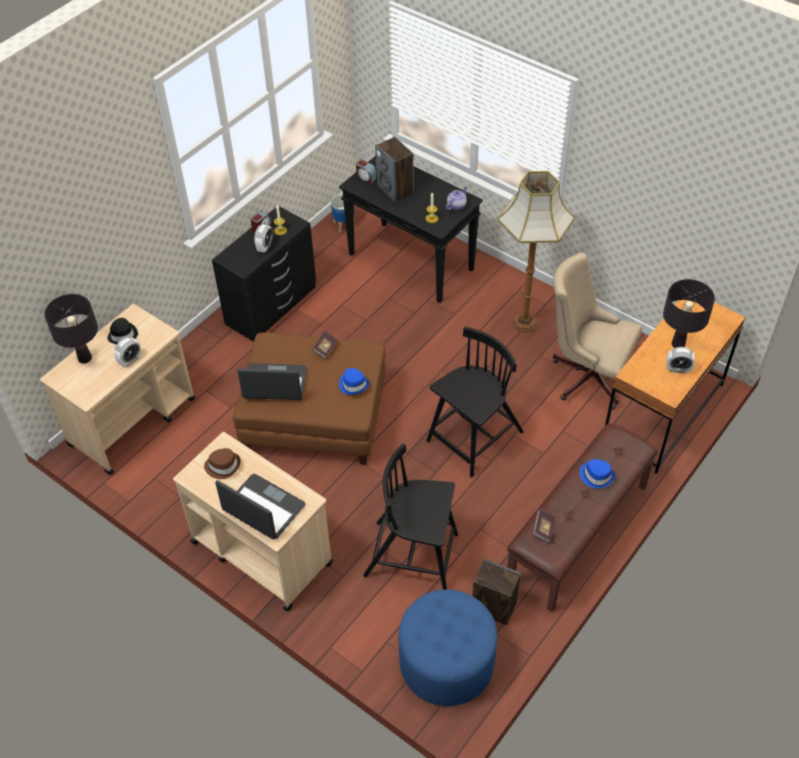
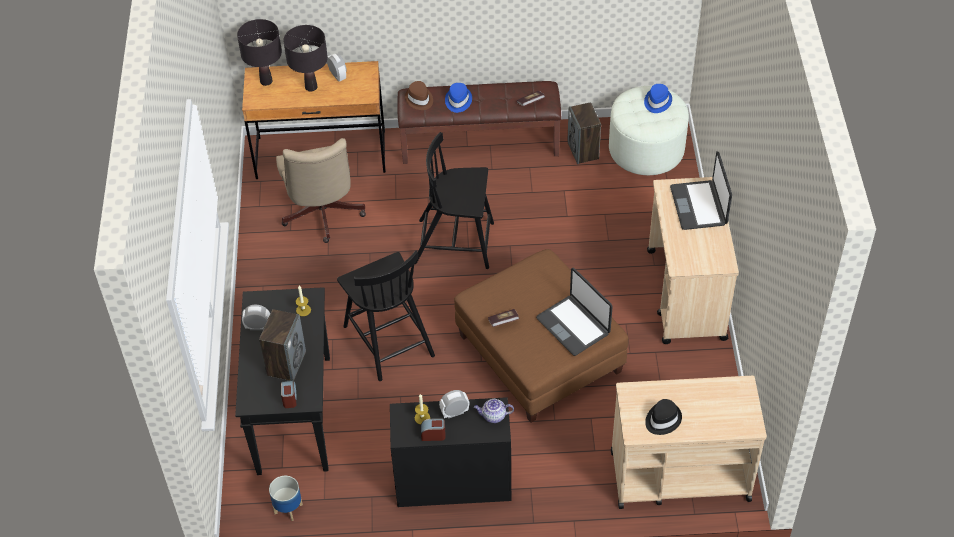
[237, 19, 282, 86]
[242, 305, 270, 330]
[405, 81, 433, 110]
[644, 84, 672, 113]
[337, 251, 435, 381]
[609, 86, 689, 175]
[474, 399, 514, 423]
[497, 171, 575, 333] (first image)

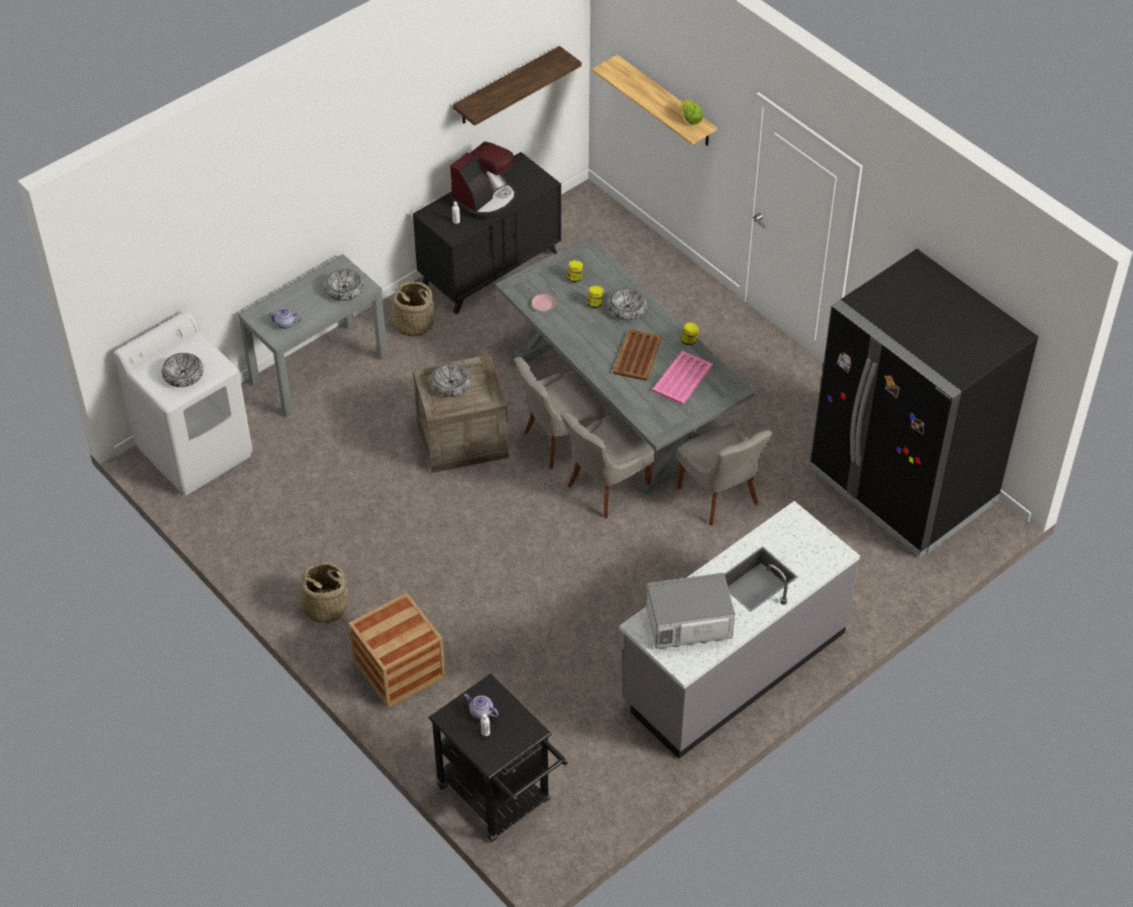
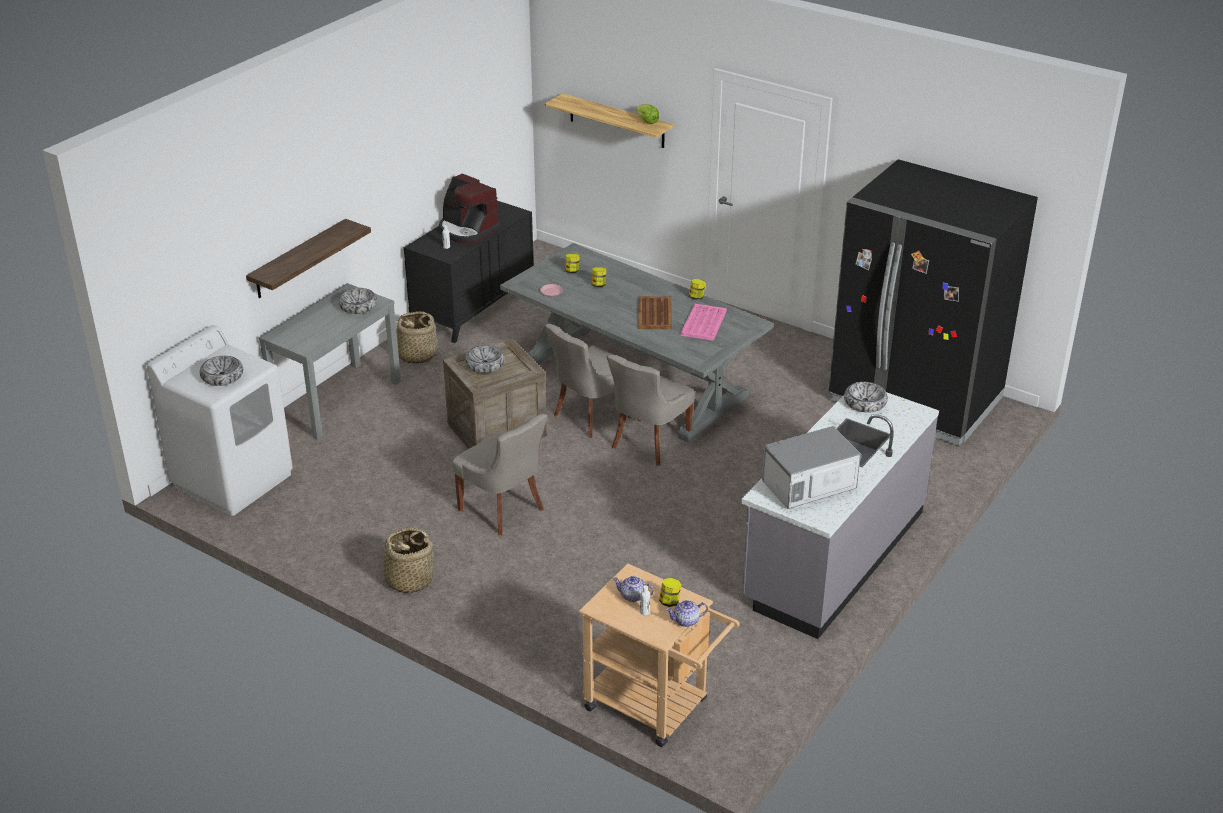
[666, 600, 708, 627]
[348, 593, 446, 708] (first image)
[579, 563, 740, 747]
[439, 173, 500, 243]
[246, 219, 371, 299]
[844, 382, 888, 413]
[452, 413, 548, 535]
[659, 578, 682, 607]

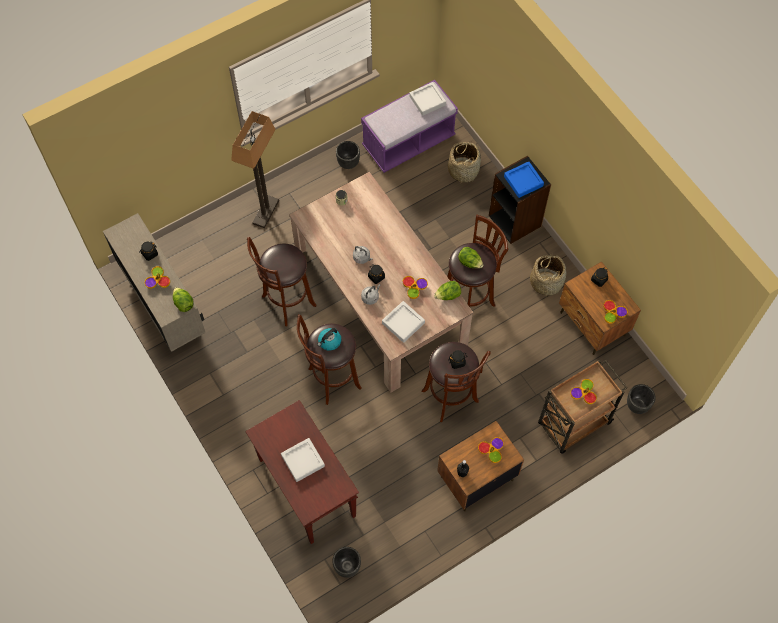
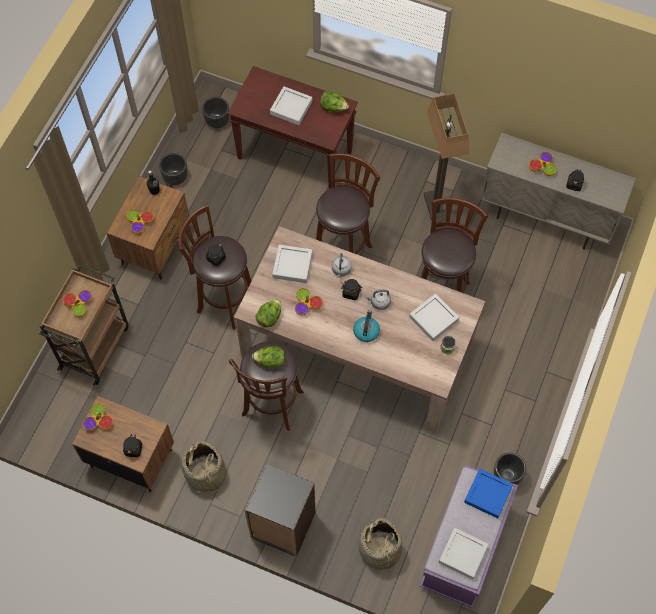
[320, 91, 349, 112]
[424, 93, 470, 227]
[353, 310, 380, 342]
[464, 469, 513, 518]
[159, 153, 188, 185]
[409, 293, 459, 341]

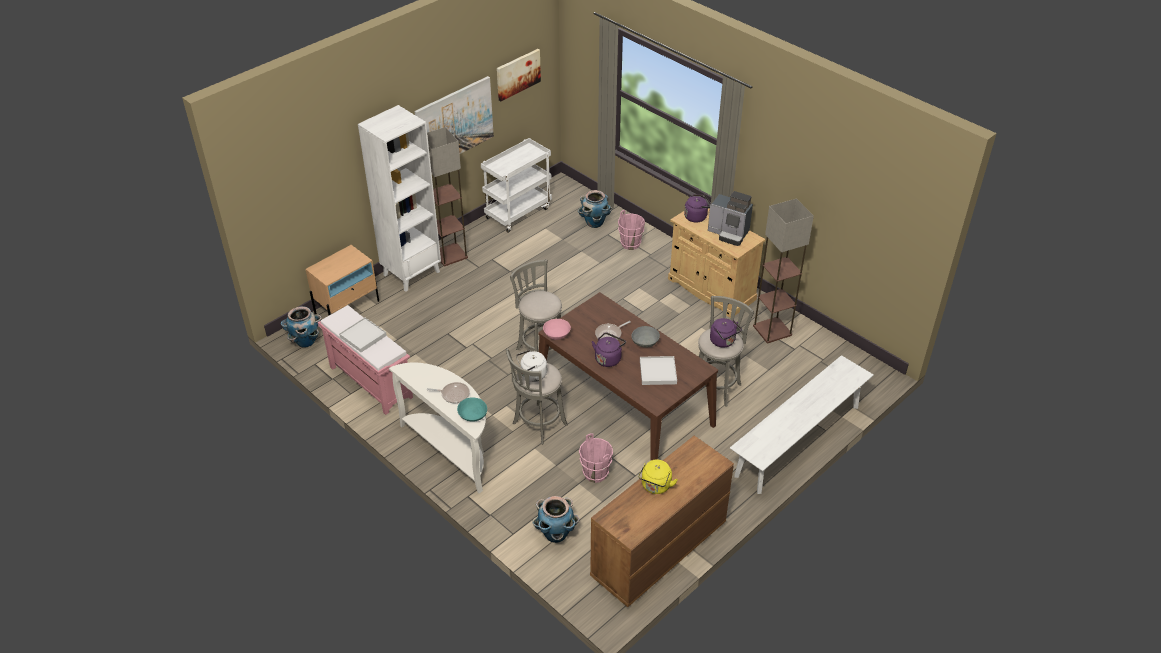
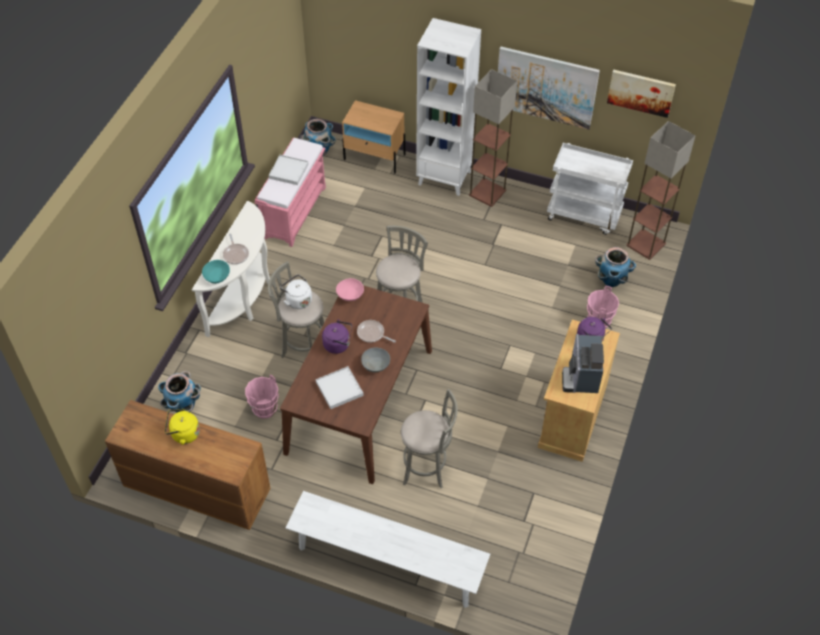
[710, 318, 742, 348] (first image)
[626, 121, 696, 260]

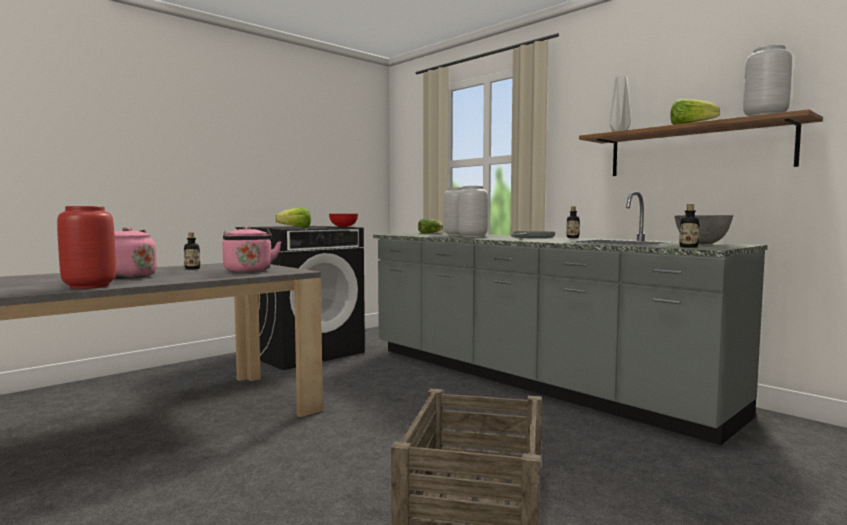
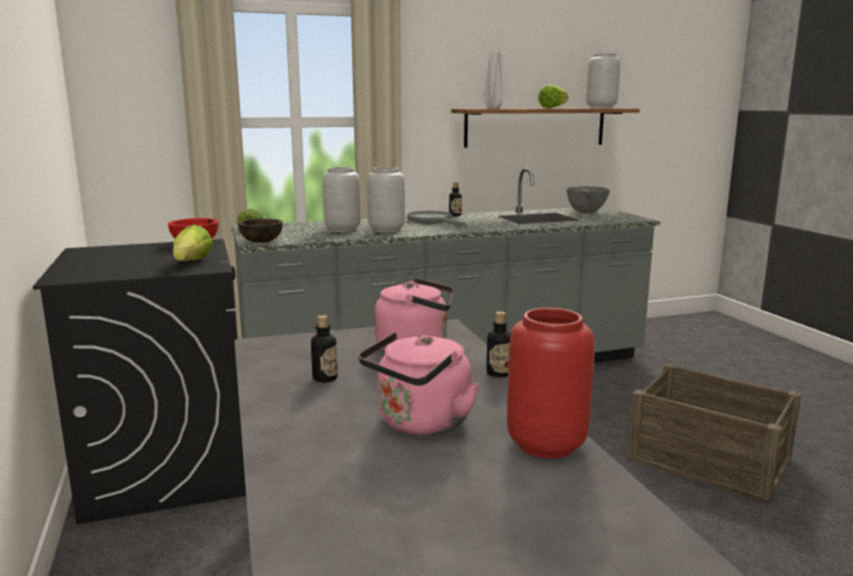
[487, 311, 511, 378]
[238, 219, 283, 243]

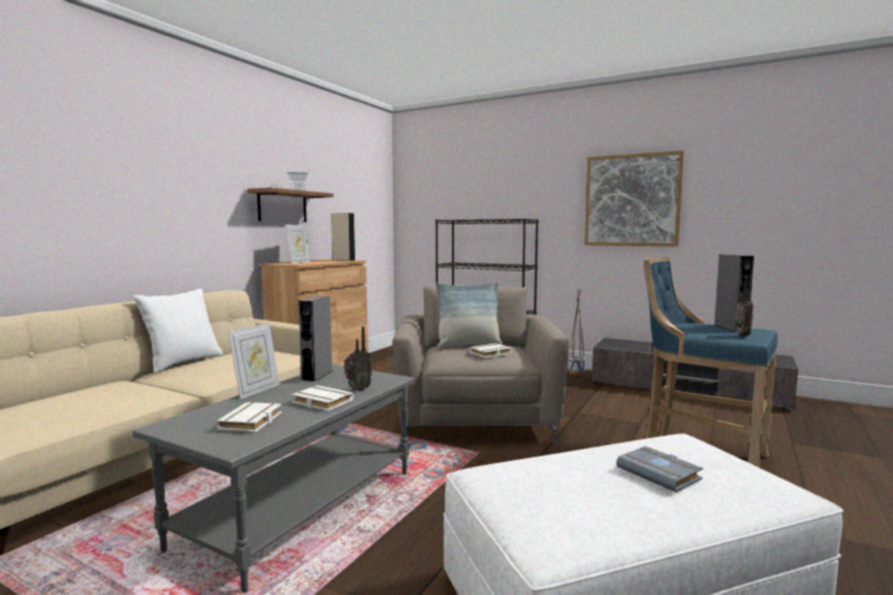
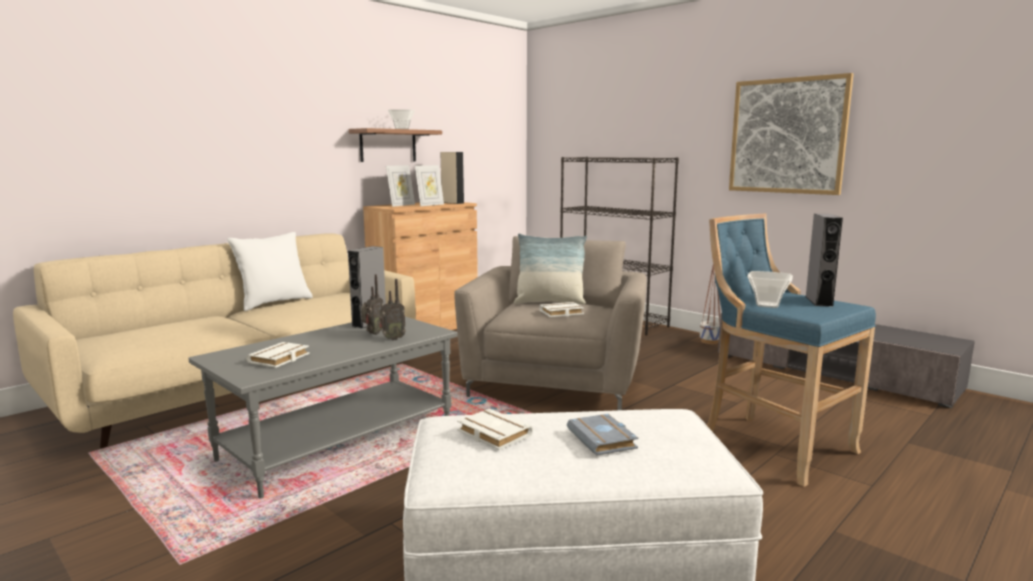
[415, 165, 444, 206]
[457, 408, 533, 450]
[361, 274, 384, 335]
[748, 271, 793, 308]

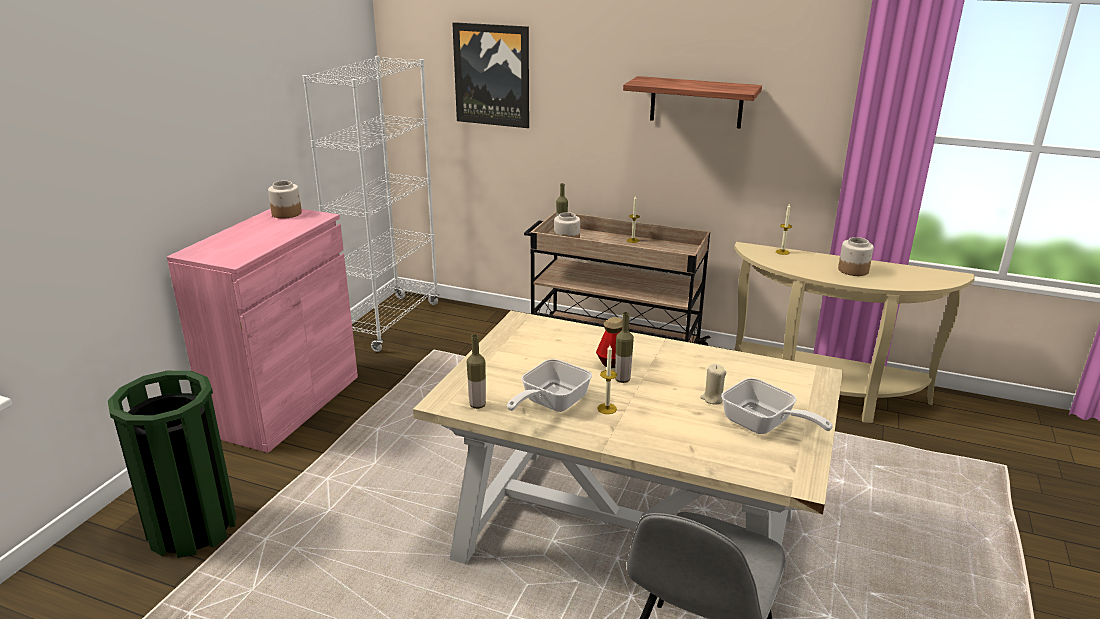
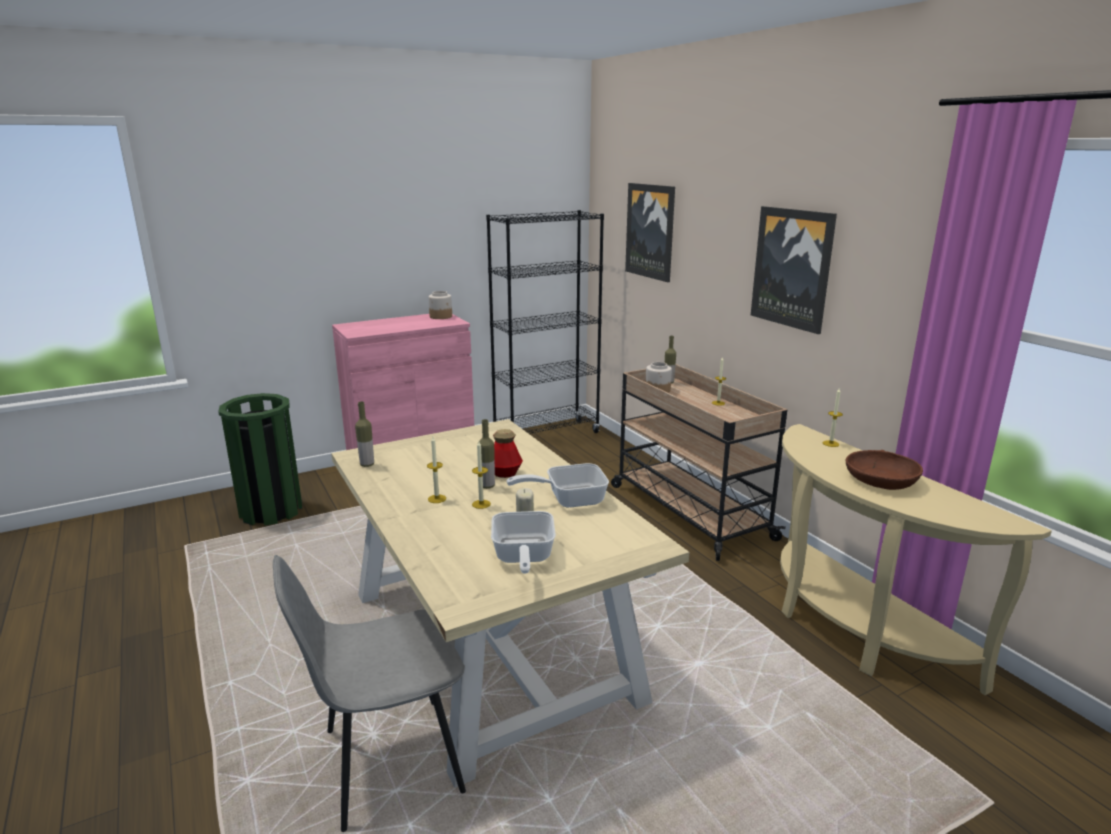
[486, 210, 604, 434]
[507, 463, 609, 508]
[751, 206, 837, 334]
[846, 450, 923, 490]
[472, 441, 491, 509]

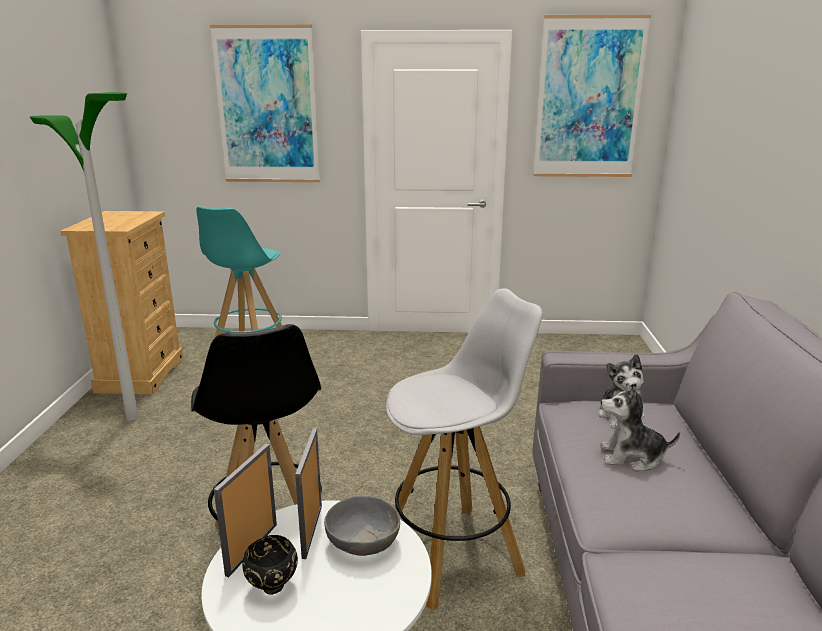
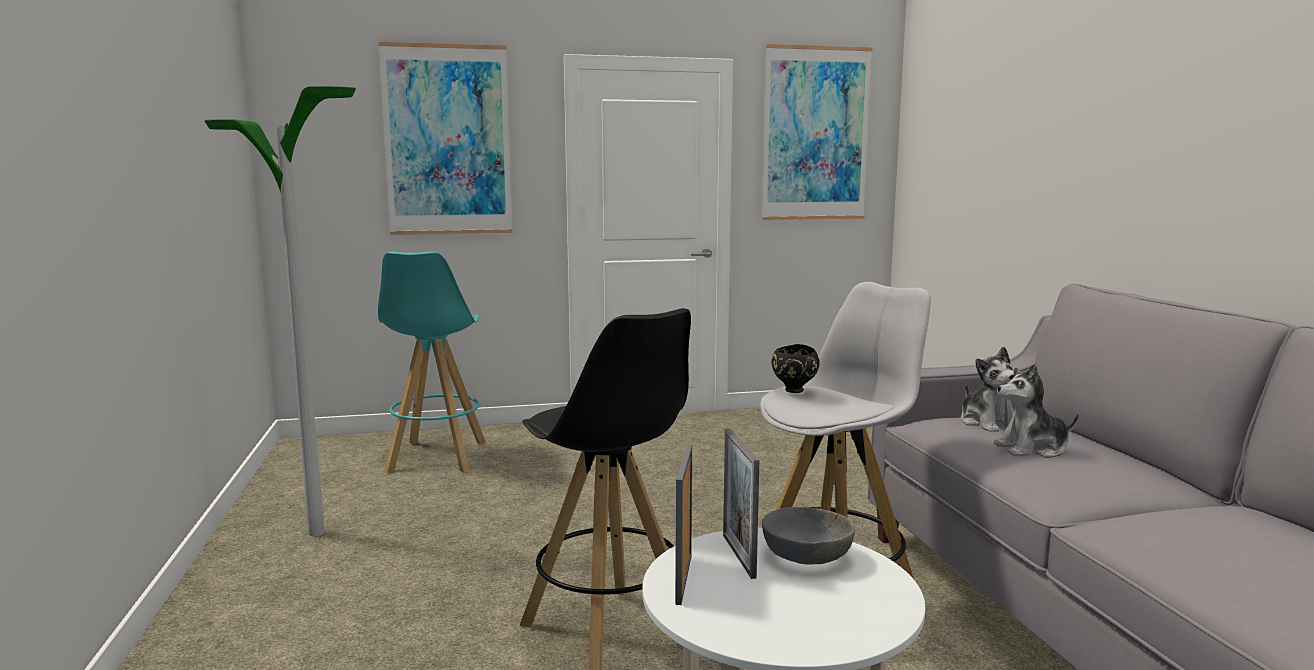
[60, 211, 184, 394] (first image)
[772, 344, 820, 393]

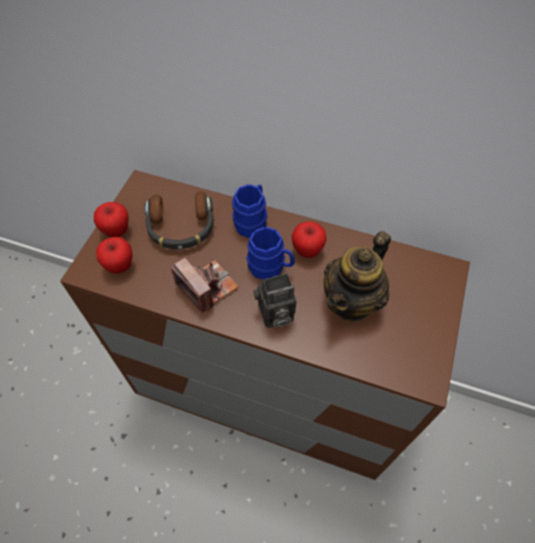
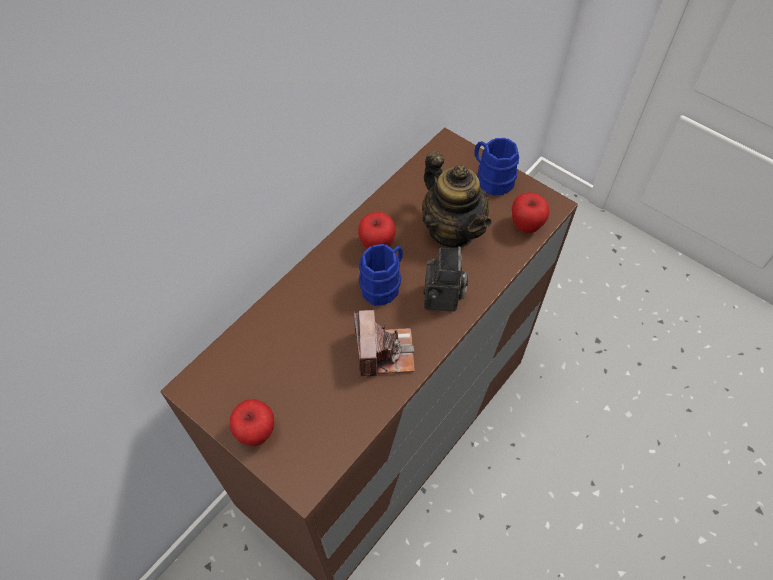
[512, 193, 550, 233]
[144, 191, 214, 249] (first image)
[354, 310, 415, 379]
[474, 138, 519, 195]

